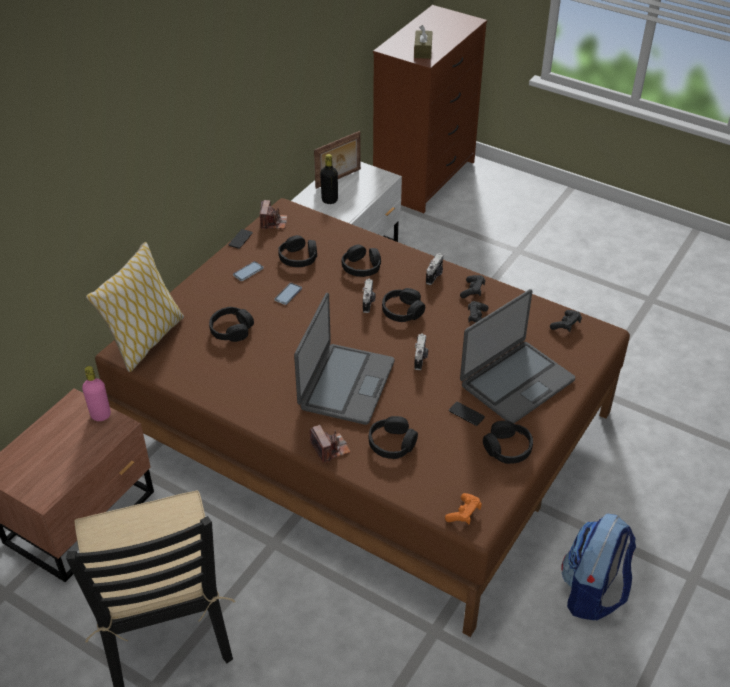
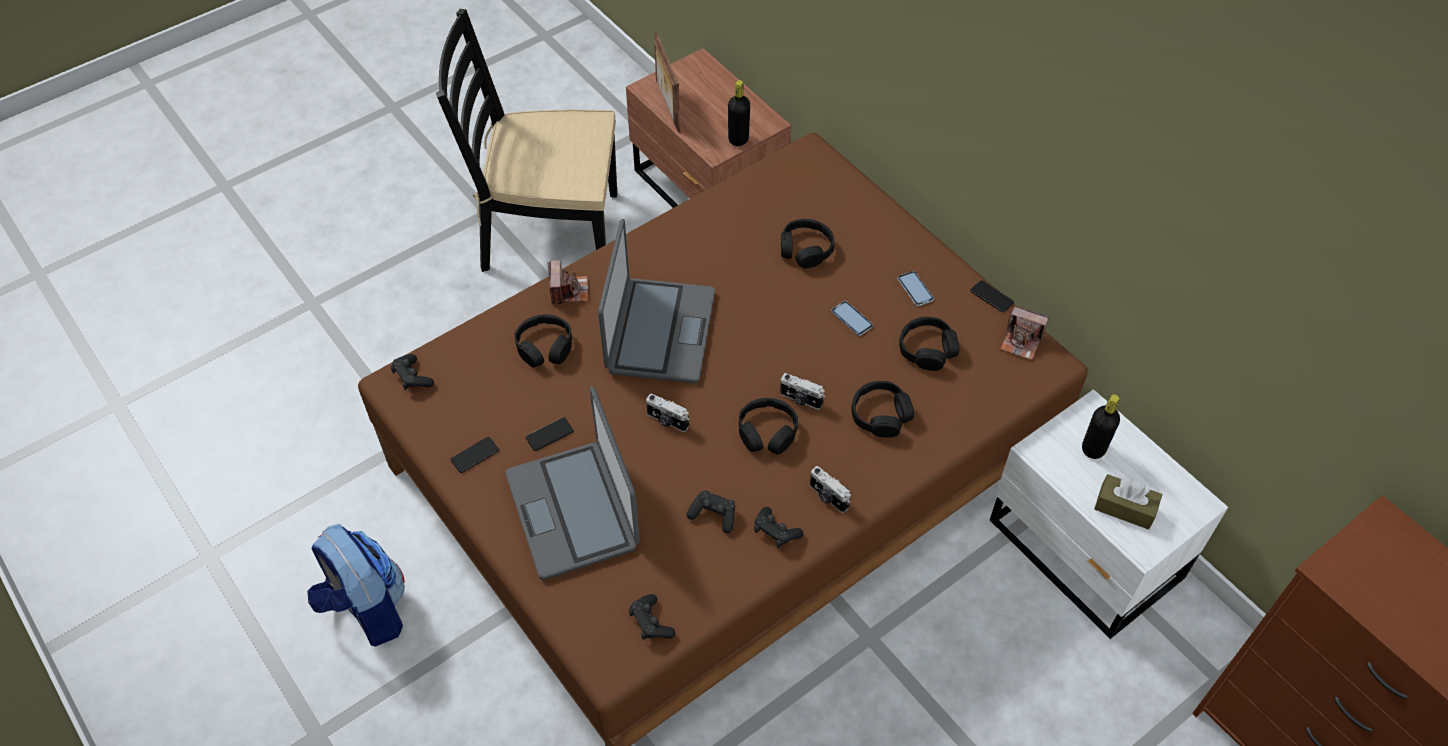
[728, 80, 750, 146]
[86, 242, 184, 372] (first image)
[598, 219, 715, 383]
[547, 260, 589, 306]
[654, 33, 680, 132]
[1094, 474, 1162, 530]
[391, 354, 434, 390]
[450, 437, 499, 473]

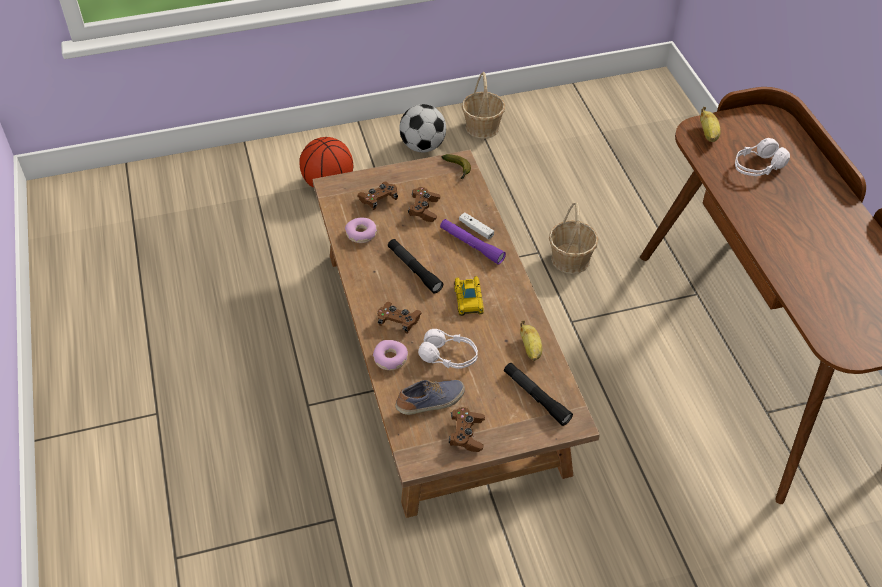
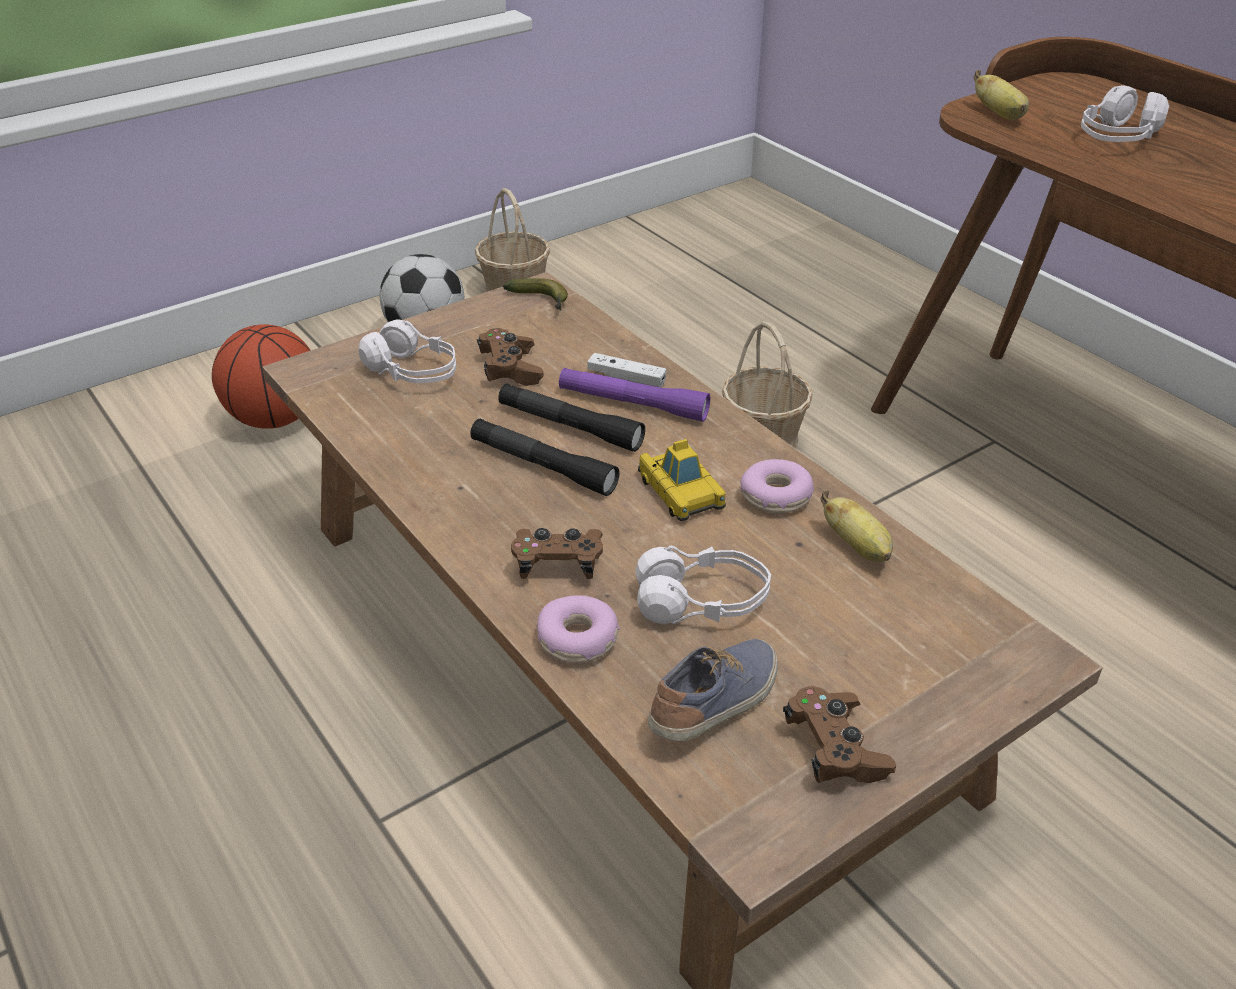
[740, 459, 814, 513]
[359, 320, 456, 383]
[498, 383, 645, 452]

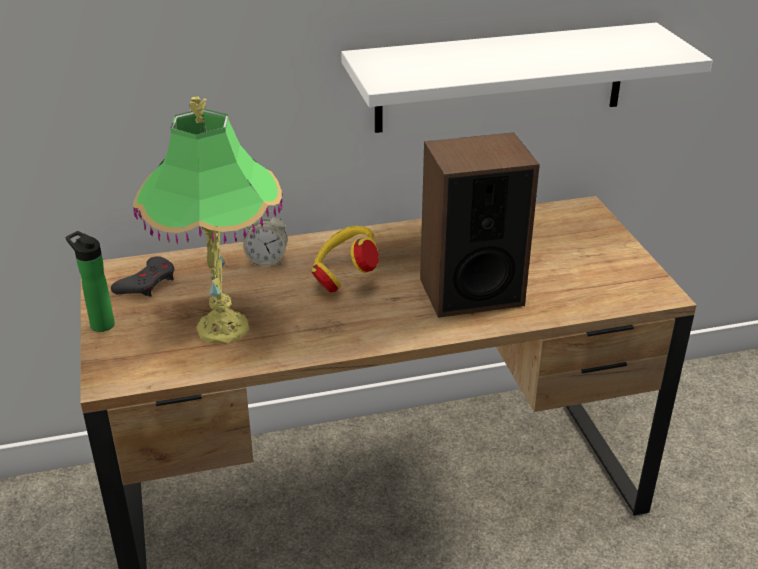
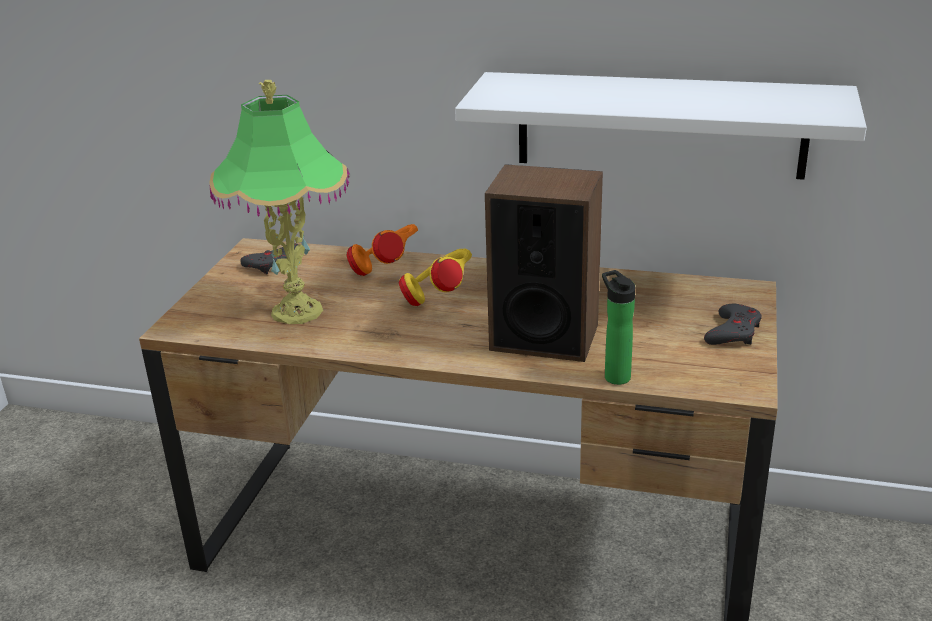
[602, 270, 635, 385]
[347, 224, 418, 276]
[704, 304, 762, 345]

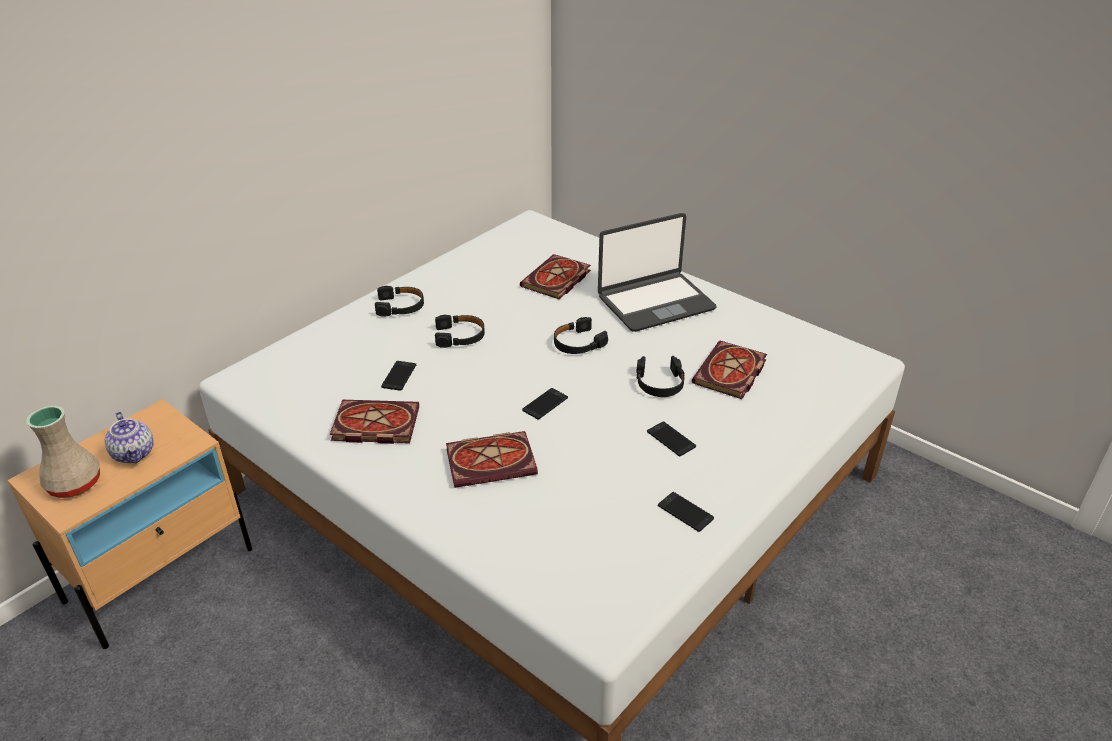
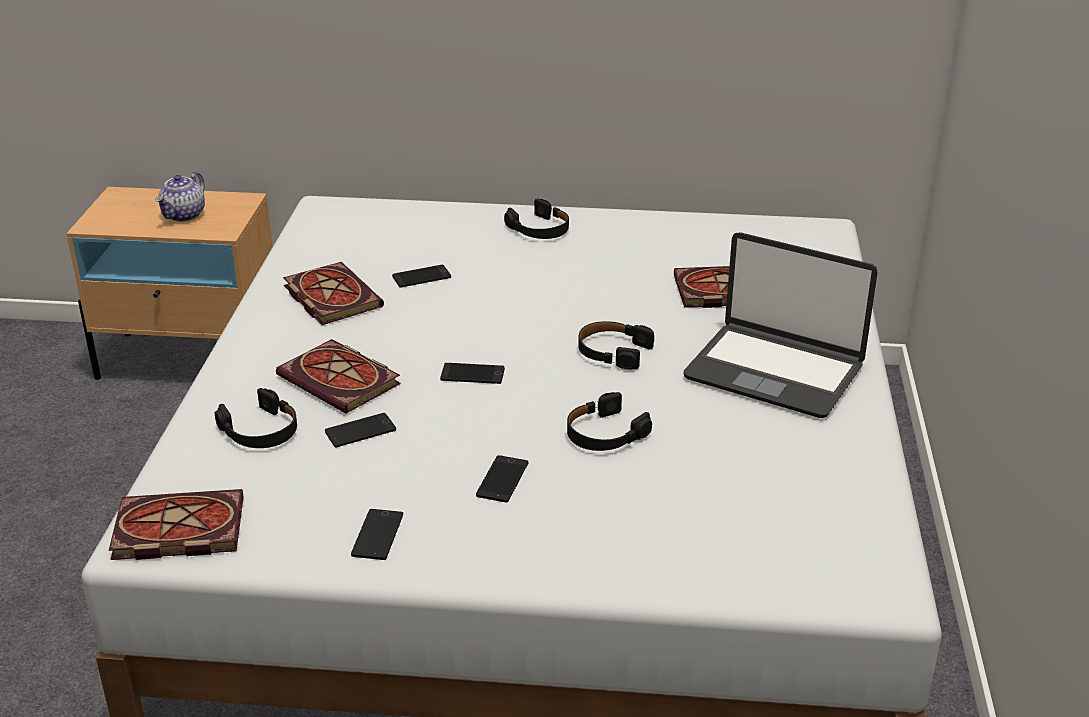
[26, 406, 100, 498] (first image)
[215, 388, 297, 448]
[109, 489, 243, 560]
[325, 413, 396, 448]

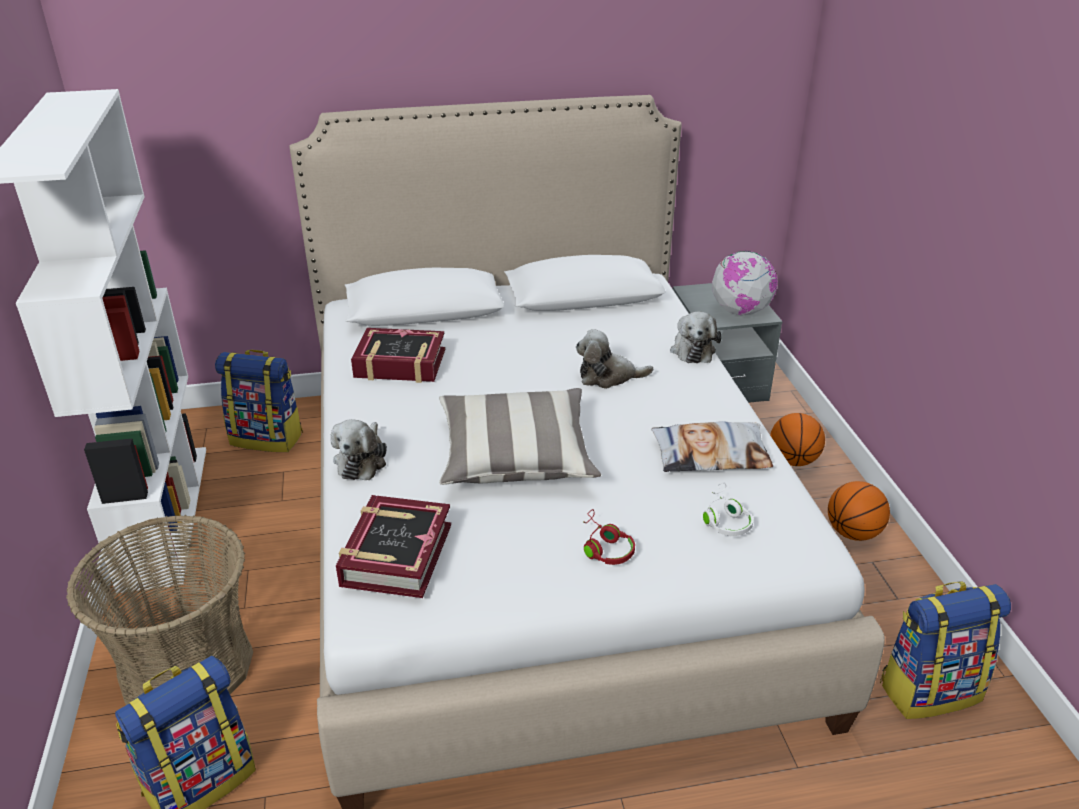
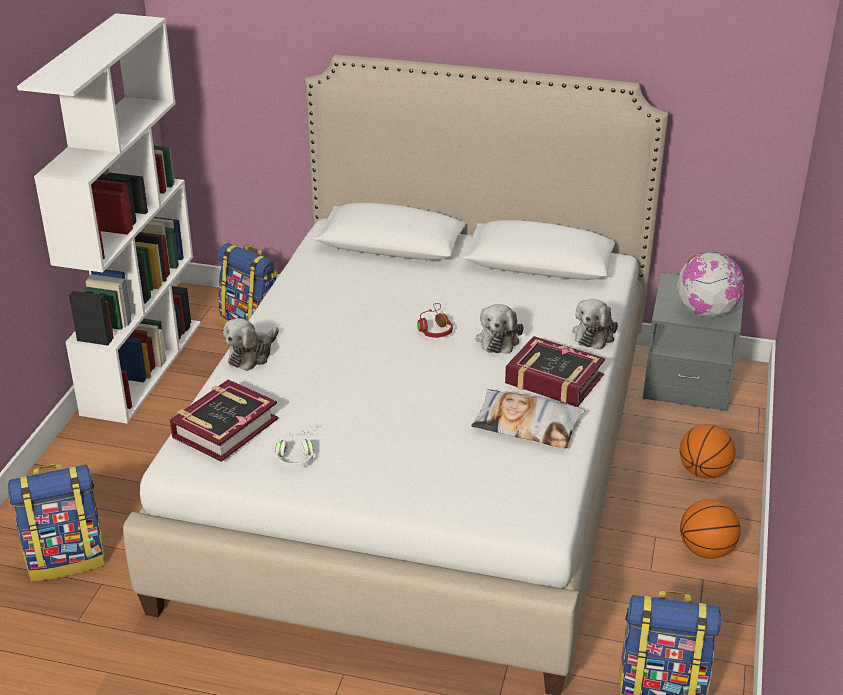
[66, 514, 253, 705] (first image)
[505, 336, 605, 407]
[439, 388, 601, 485] (first image)
[476, 304, 523, 354]
[417, 303, 453, 338]
[275, 426, 318, 468]

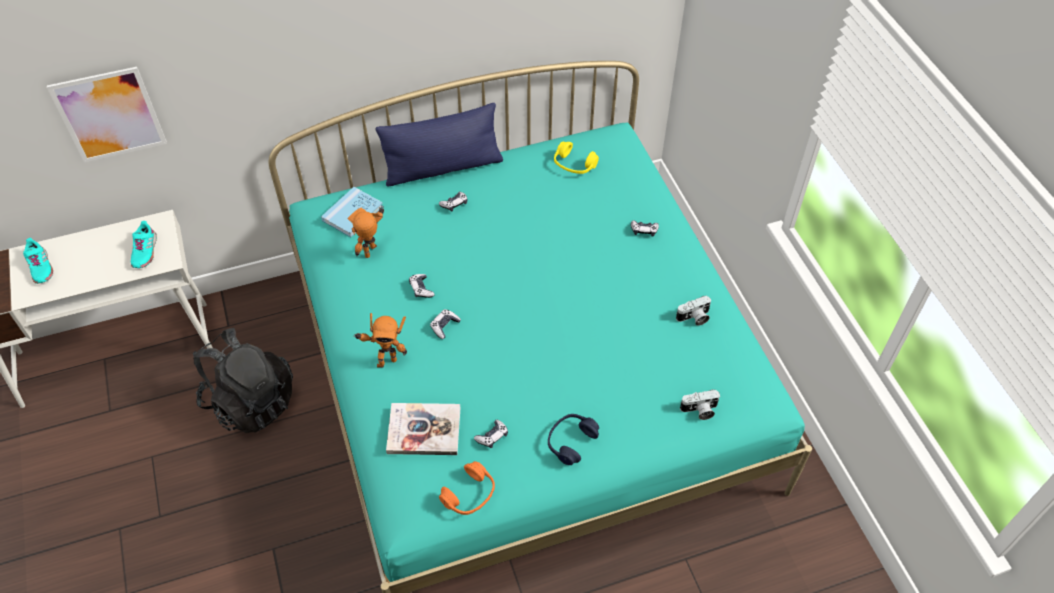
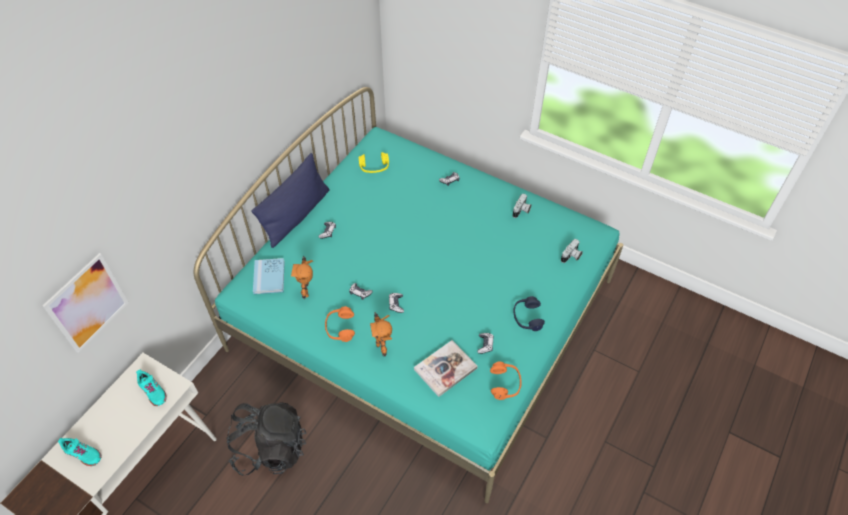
[370, 312, 392, 356]
[325, 306, 355, 342]

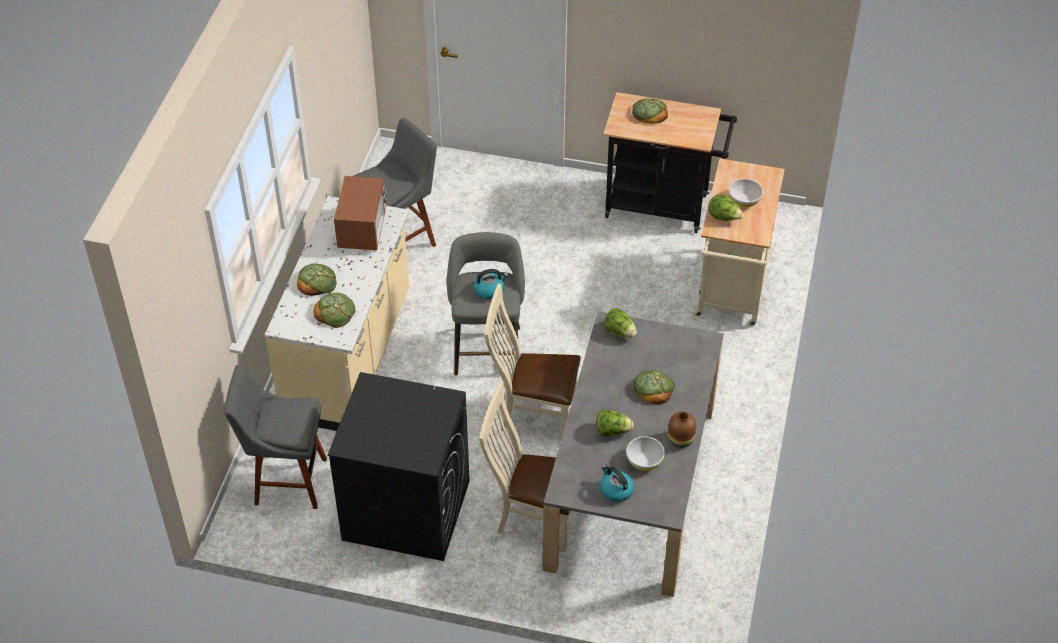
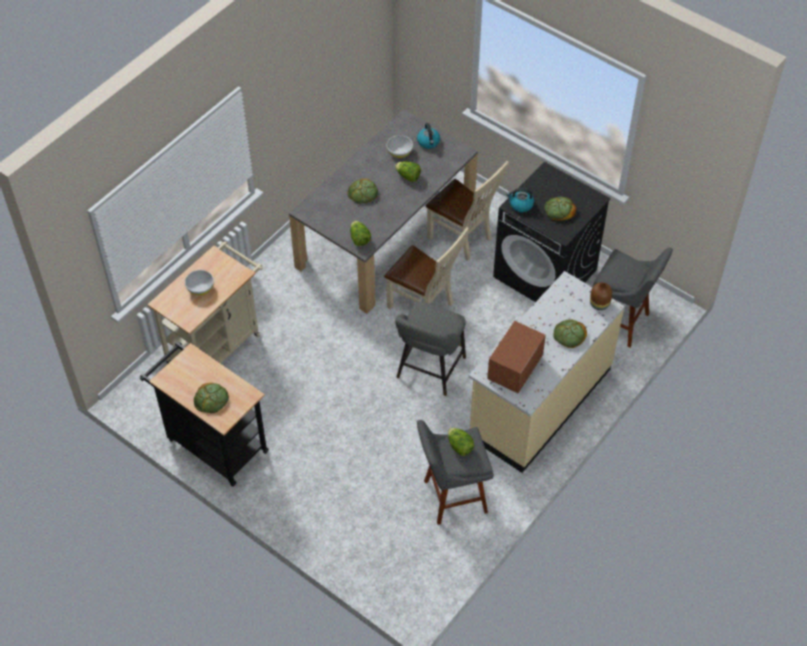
[544, 197, 577, 221]
[506, 188, 534, 212]
[590, 282, 612, 310]
[448, 427, 474, 456]

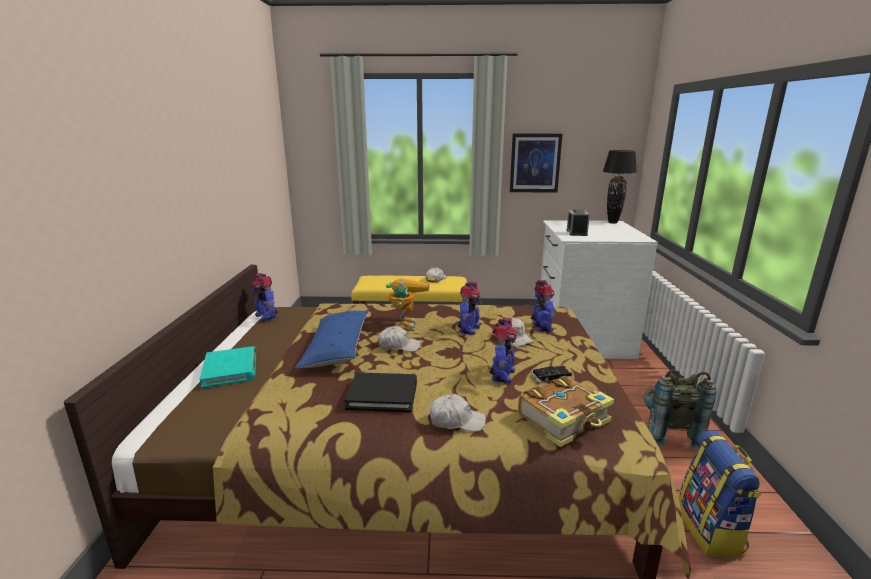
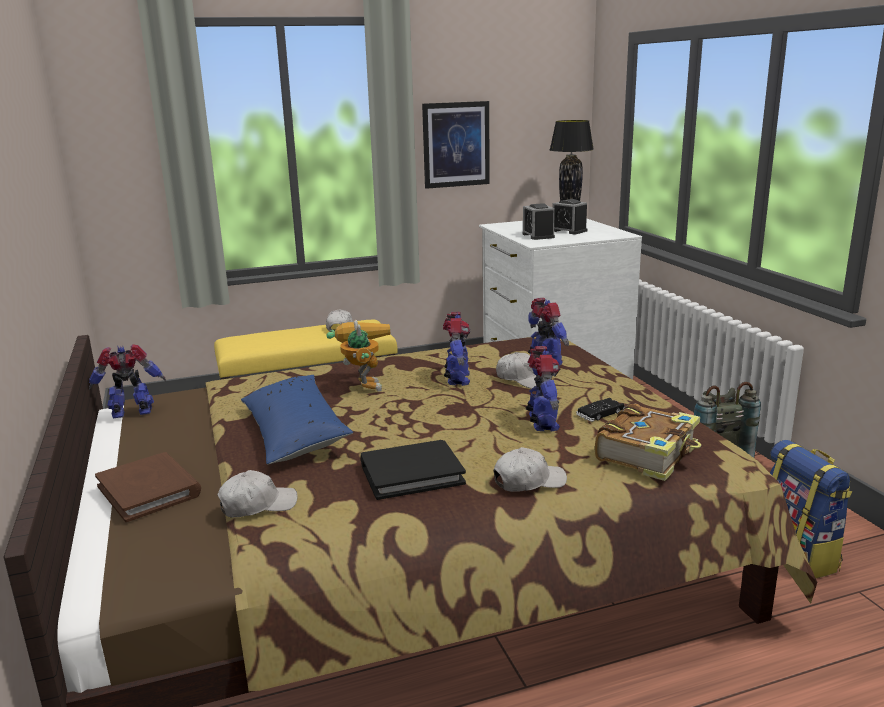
[95, 452, 201, 522]
[89, 344, 166, 418]
[217, 470, 298, 517]
[553, 199, 588, 234]

